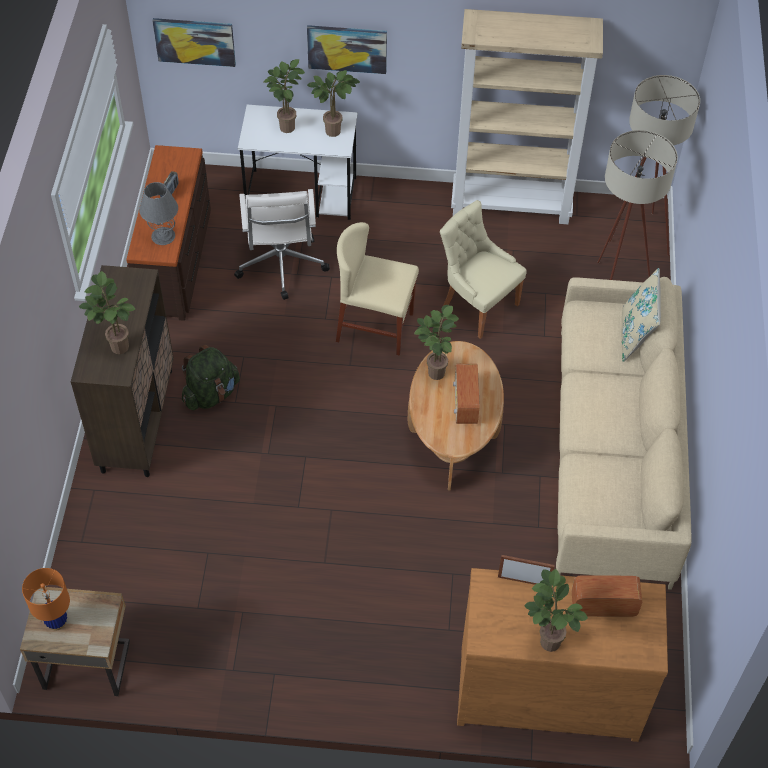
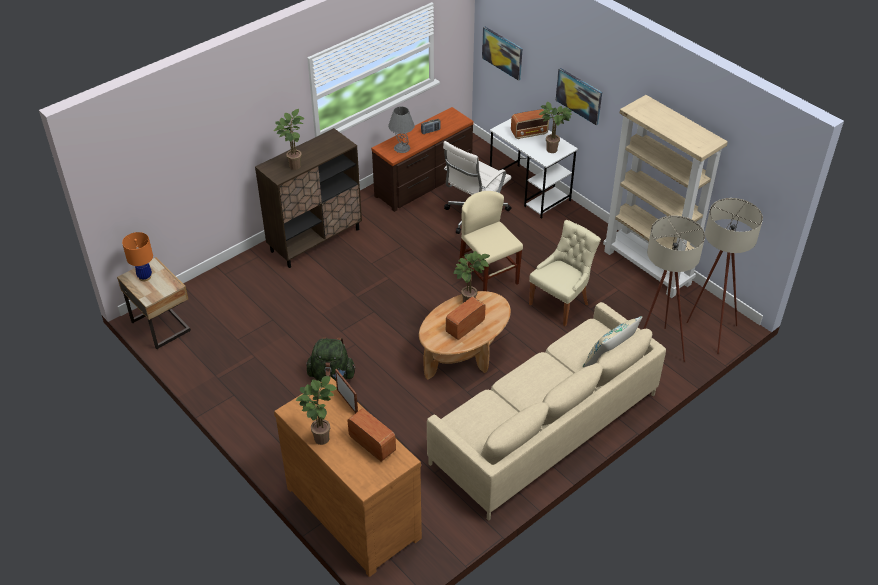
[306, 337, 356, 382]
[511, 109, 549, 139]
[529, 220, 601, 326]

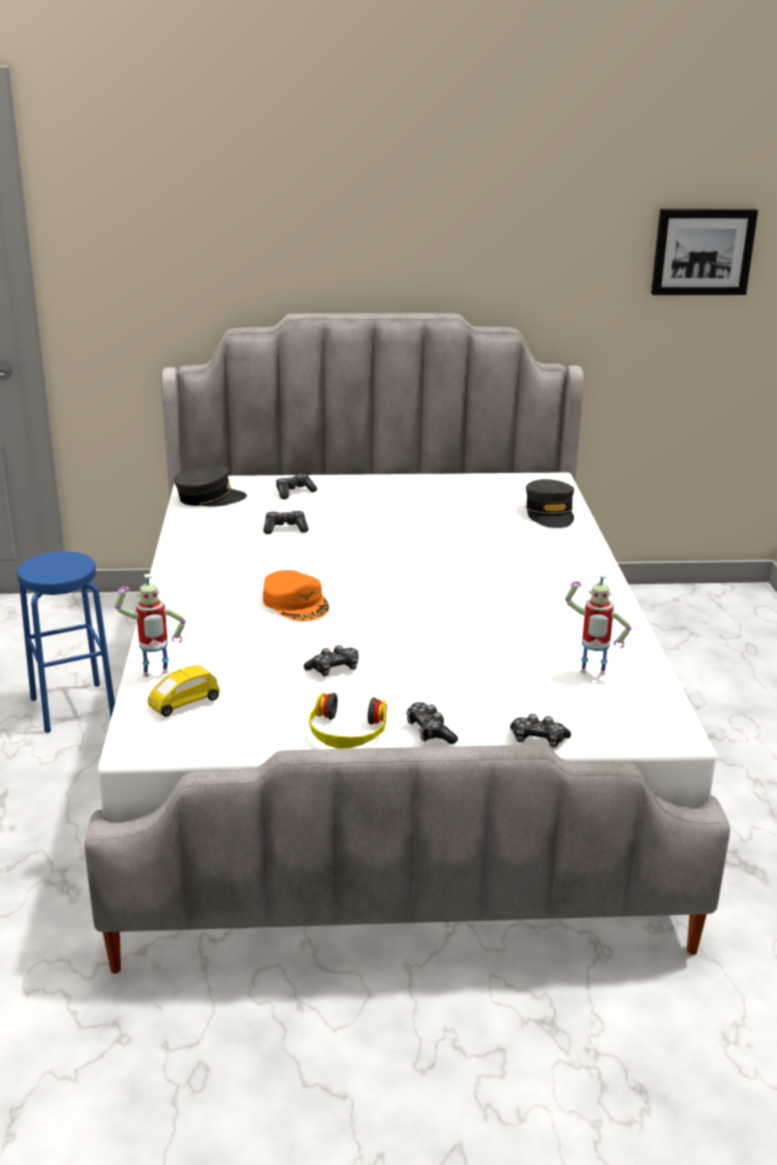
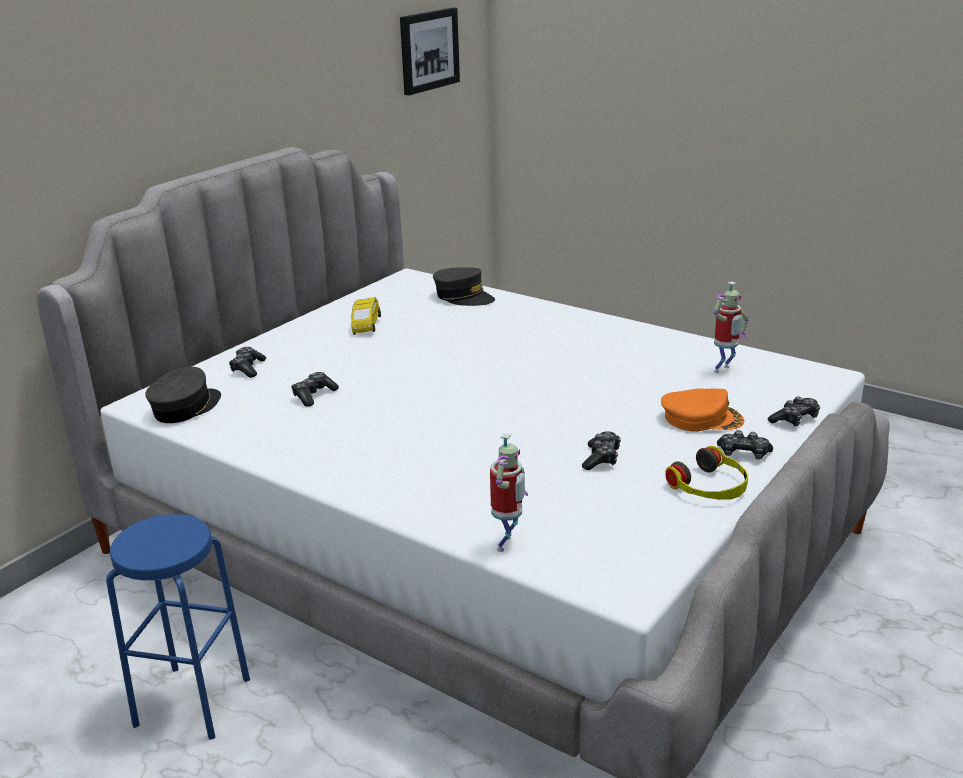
[351, 297, 381, 335]
[661, 388, 744, 432]

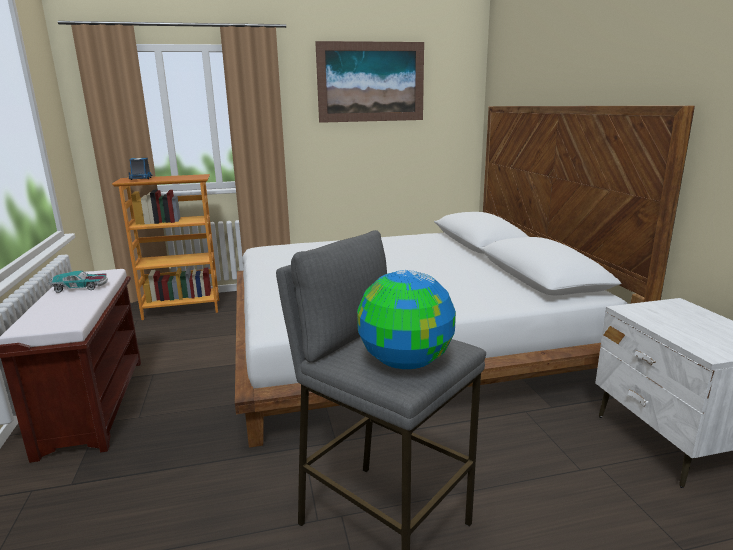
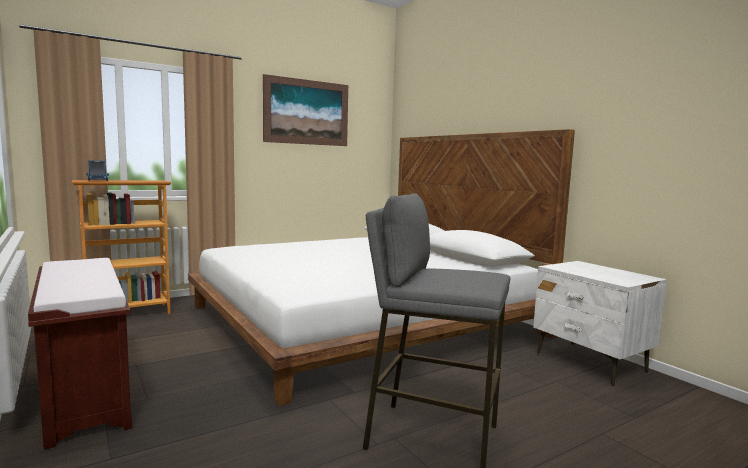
[48, 271, 108, 293] (first image)
[357, 270, 456, 369] (first image)

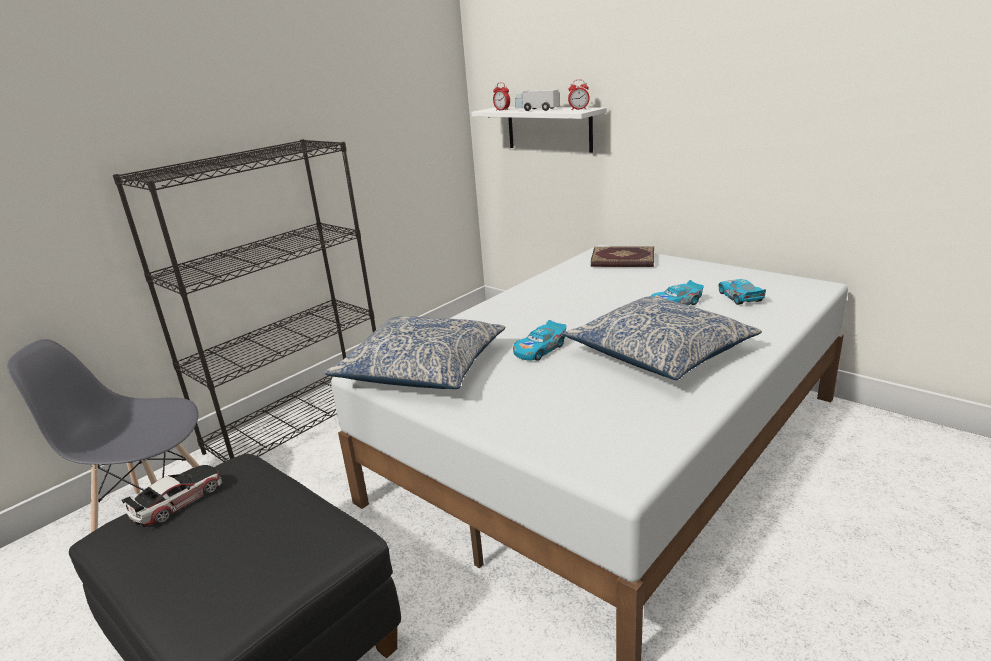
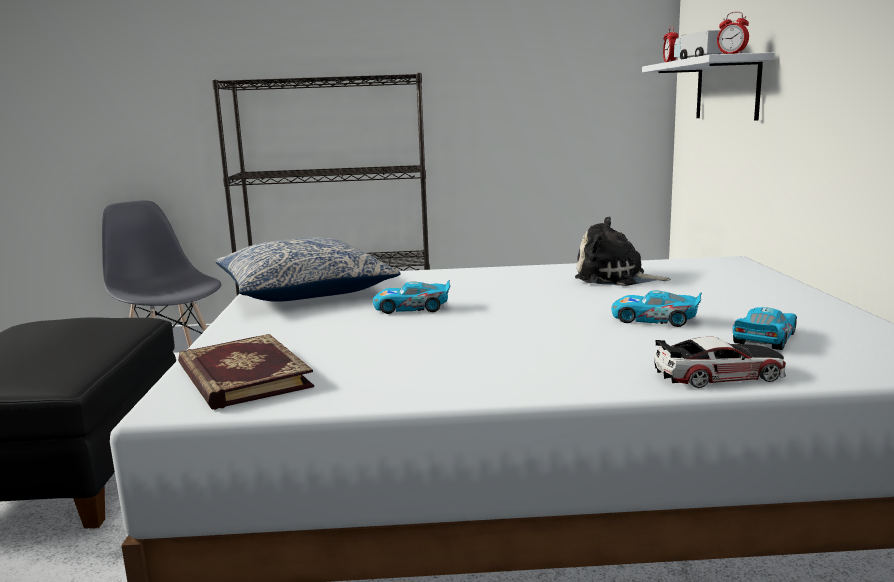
[654, 337, 786, 388]
[564, 296, 762, 380] (first image)
[178, 334, 314, 410]
[575, 217, 671, 286]

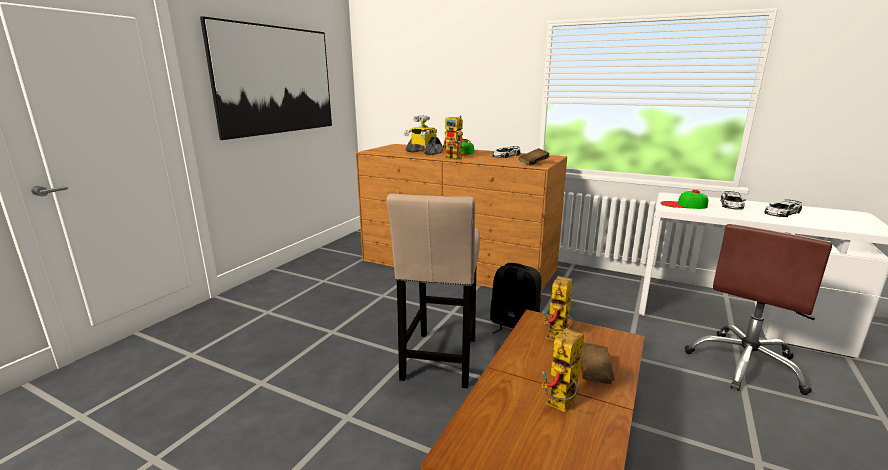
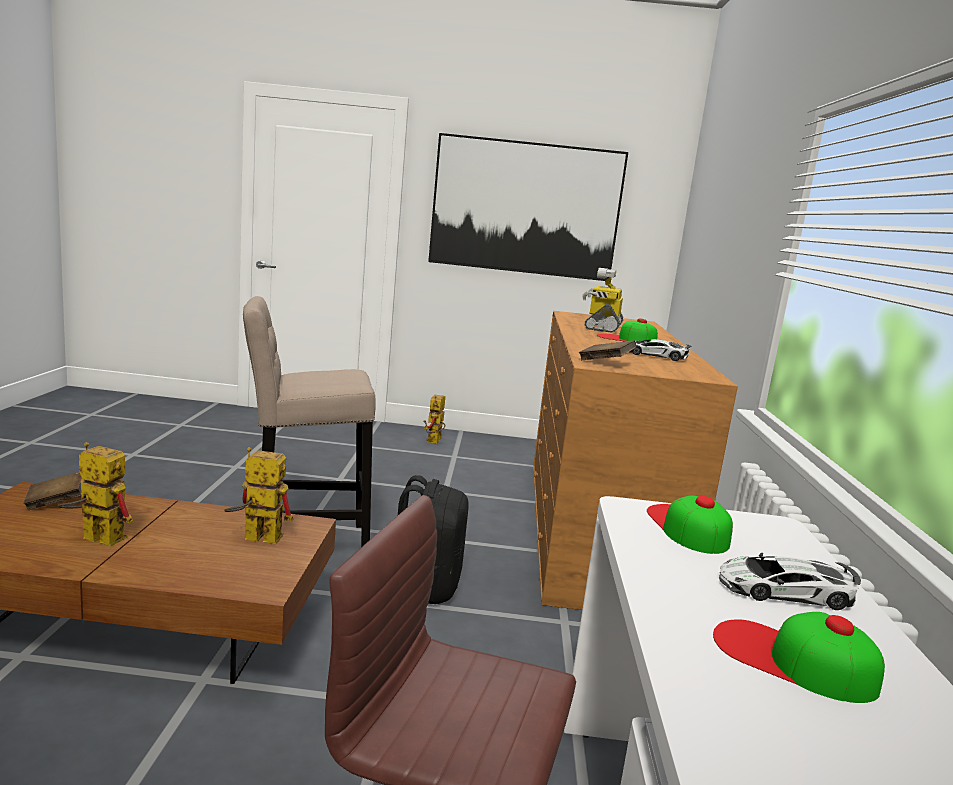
[424, 395, 445, 443]
[23, 472, 82, 510]
[713, 612, 885, 703]

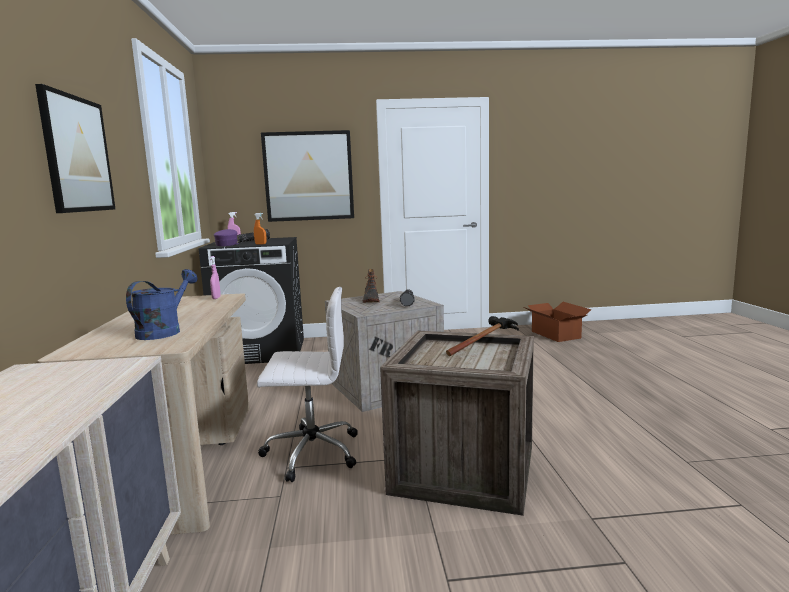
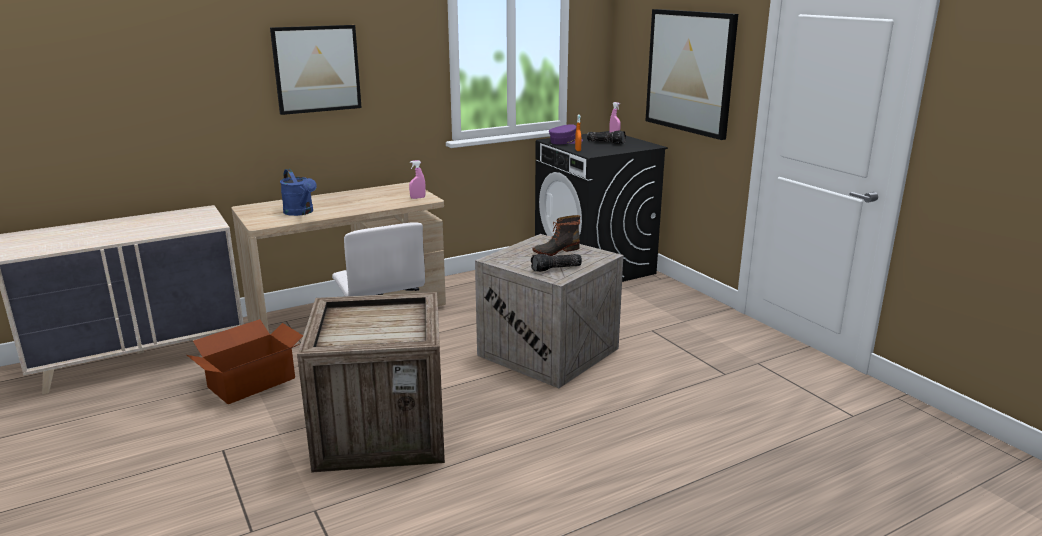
[280, 169, 317, 216]
[446, 316, 519, 356] (first image)
[187, 319, 303, 404]

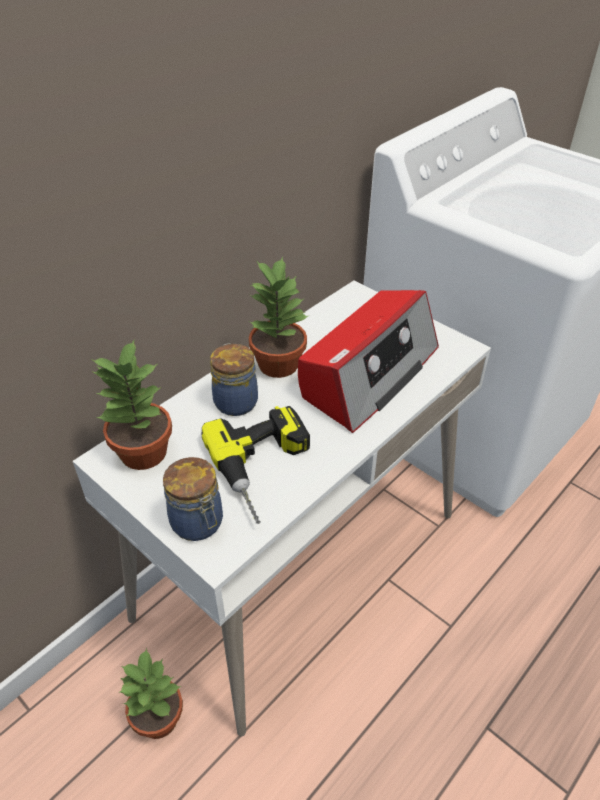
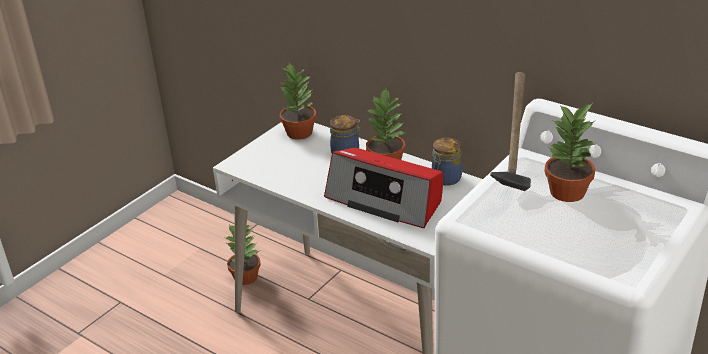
[432, 138, 462, 186]
[202, 406, 310, 524] (first image)
[490, 72, 531, 191]
[544, 104, 595, 202]

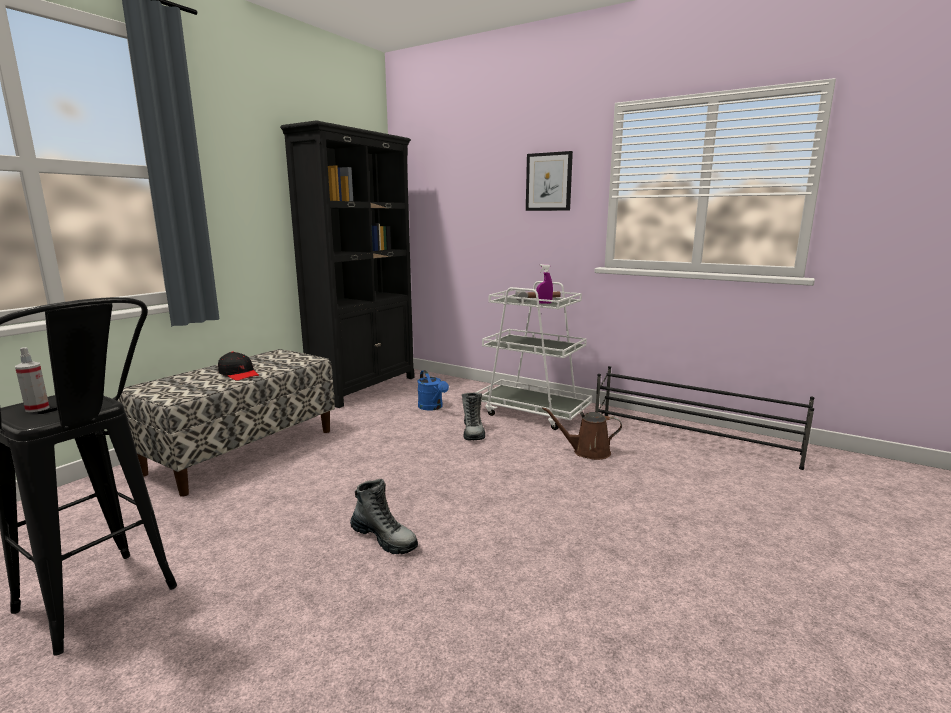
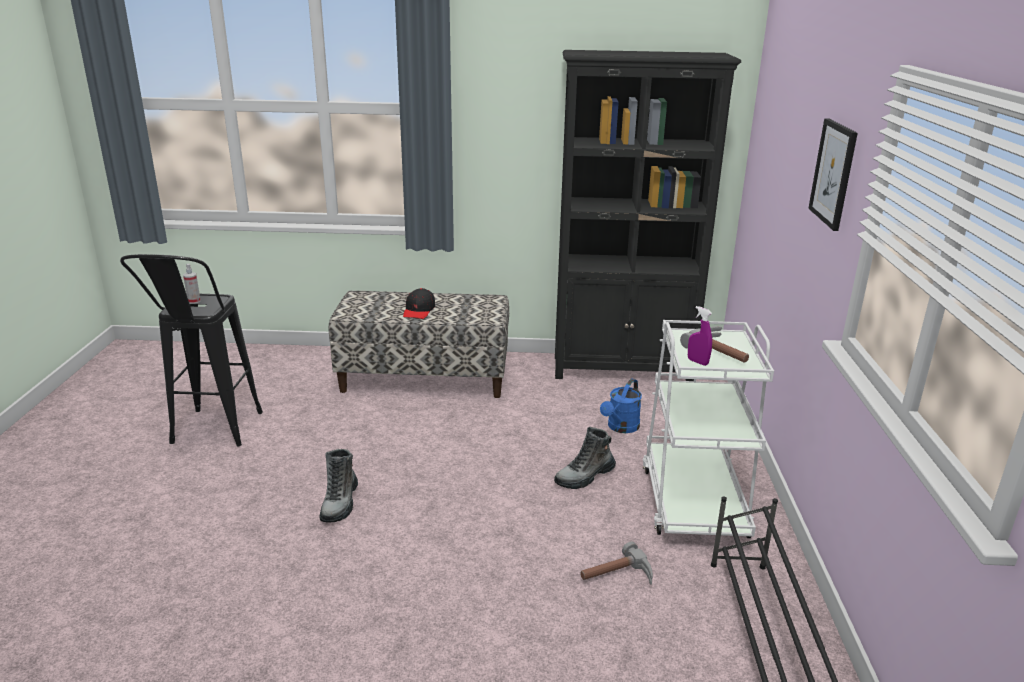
[580, 542, 653, 585]

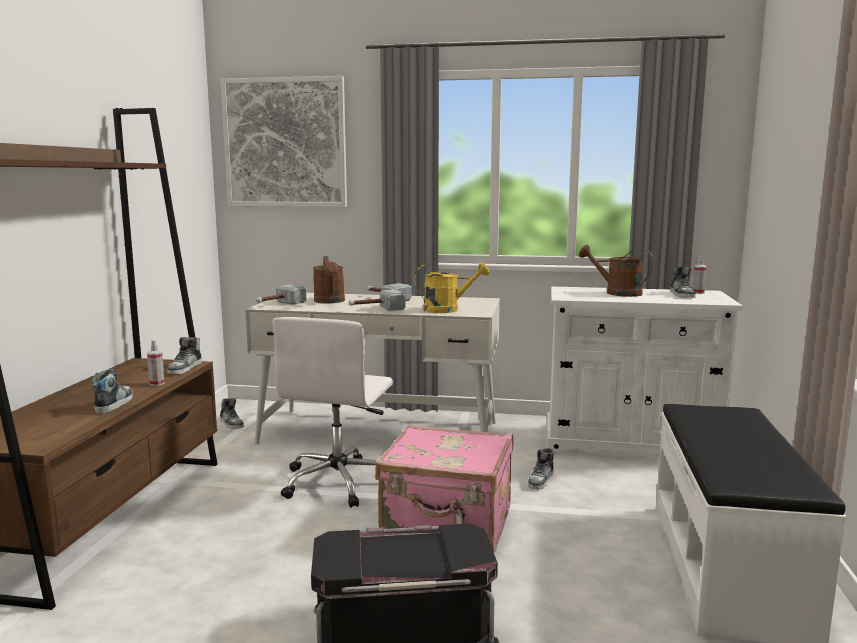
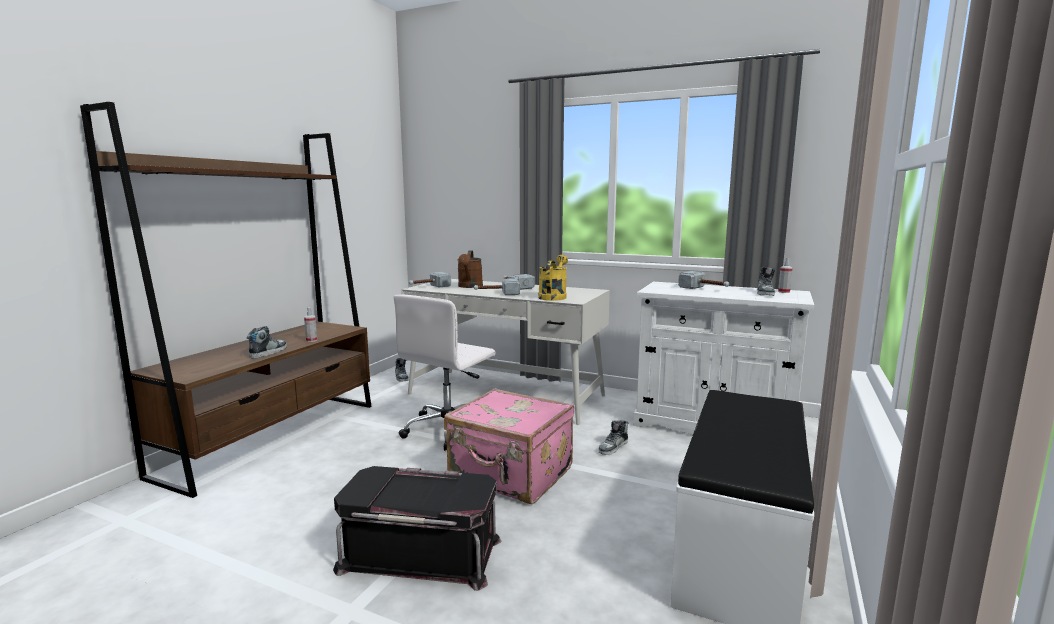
[167, 337, 202, 374] (first image)
[221, 76, 347, 207] (first image)
[538, 255, 568, 301]
[678, 271, 729, 289]

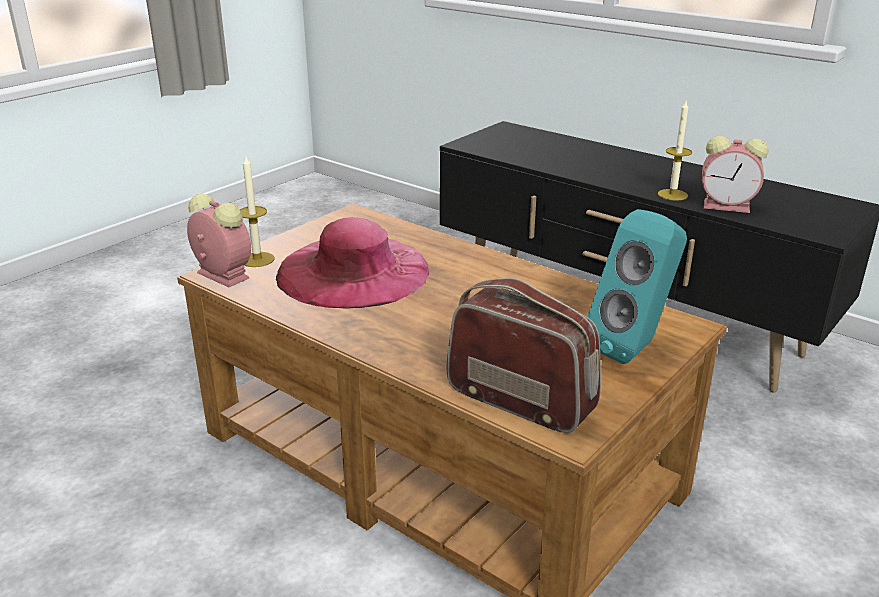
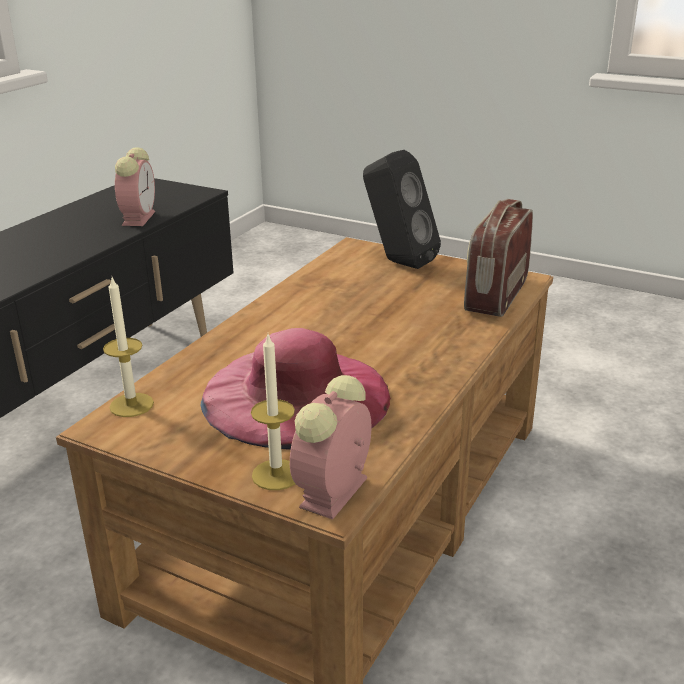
[363, 150, 441, 269]
[103, 278, 154, 417]

